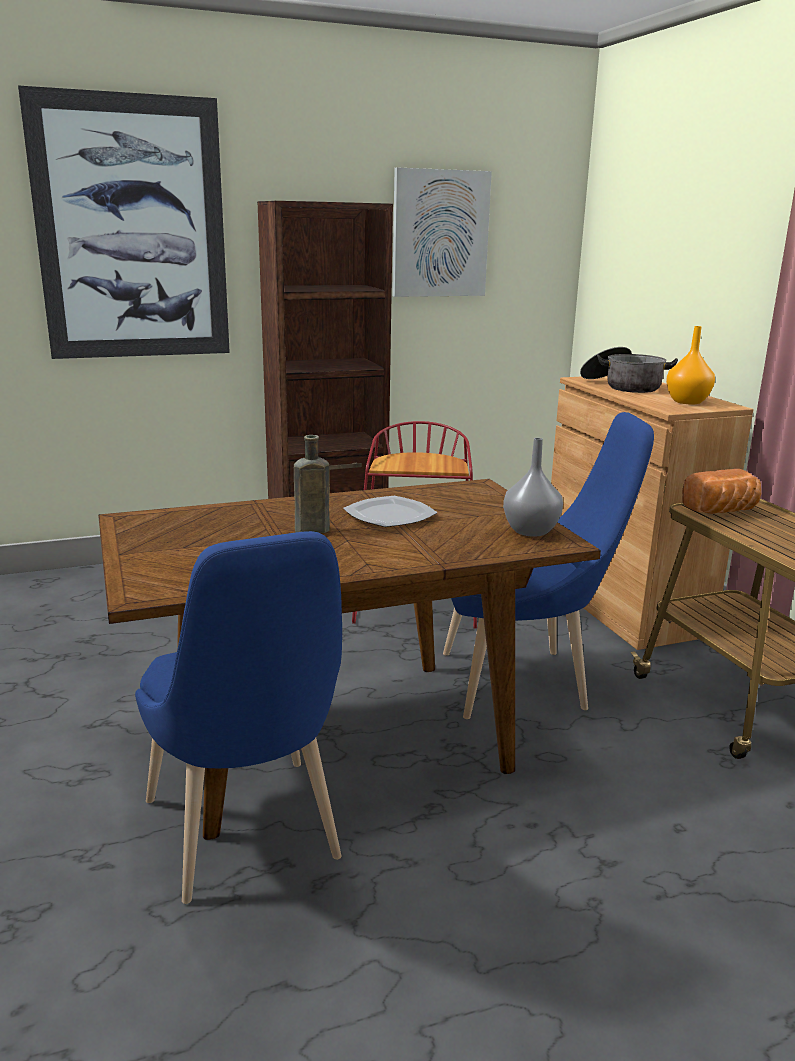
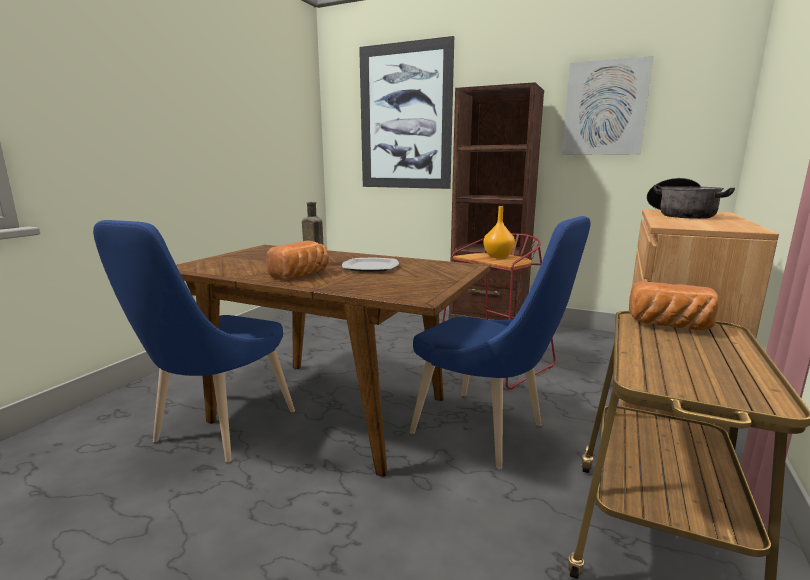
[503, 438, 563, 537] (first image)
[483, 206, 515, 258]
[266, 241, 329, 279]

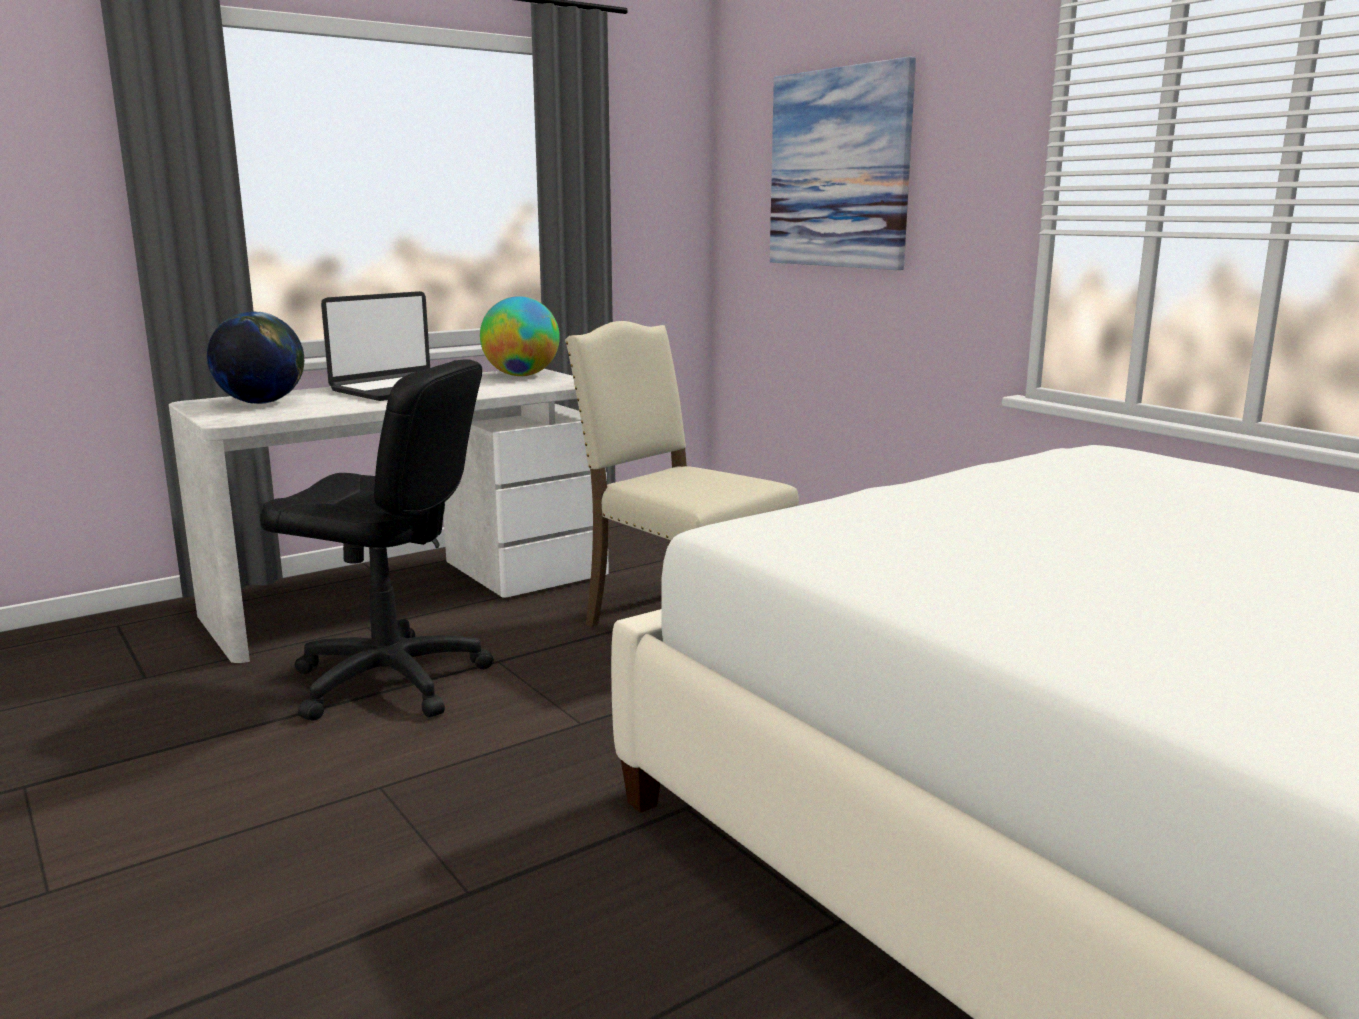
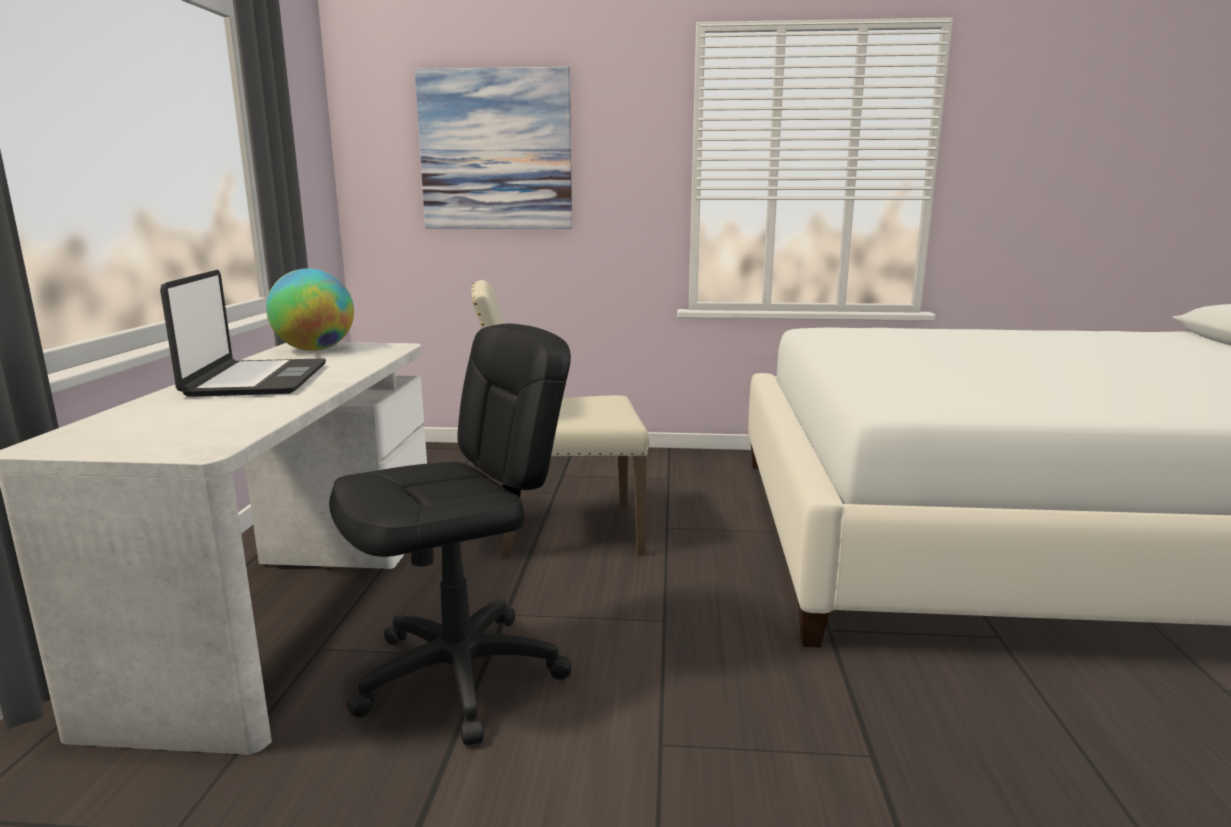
[207, 312, 304, 404] (first image)

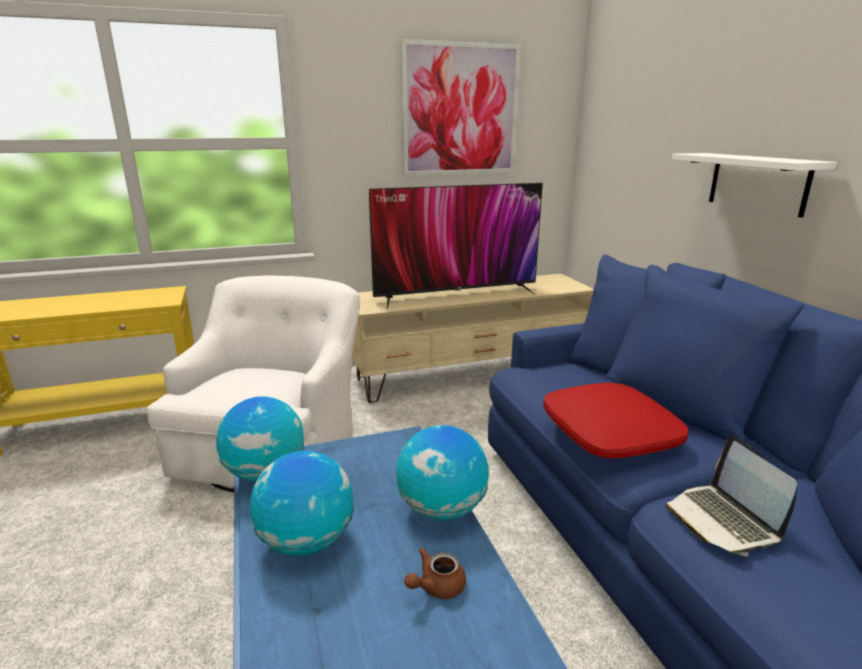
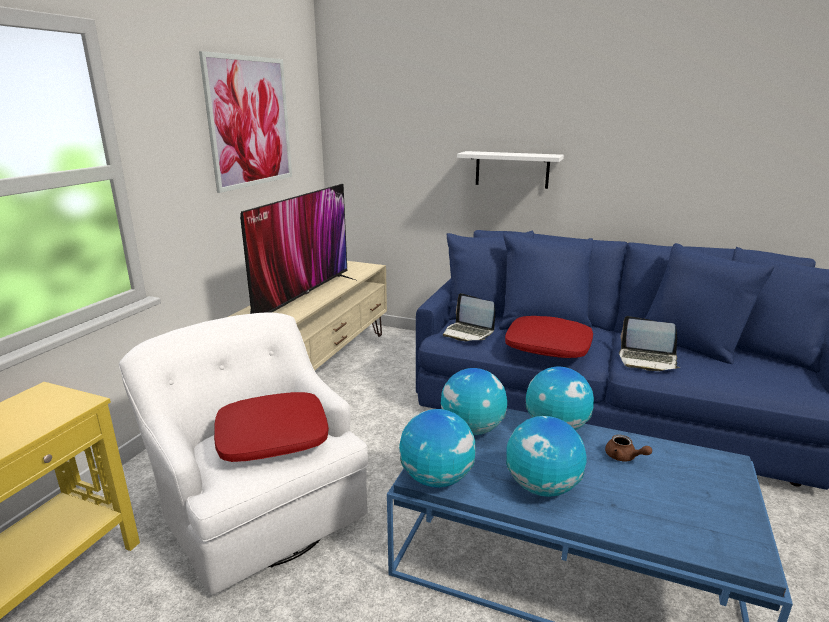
[605, 435, 652, 462]
[214, 392, 329, 462]
[441, 368, 507, 435]
[443, 293, 495, 342]

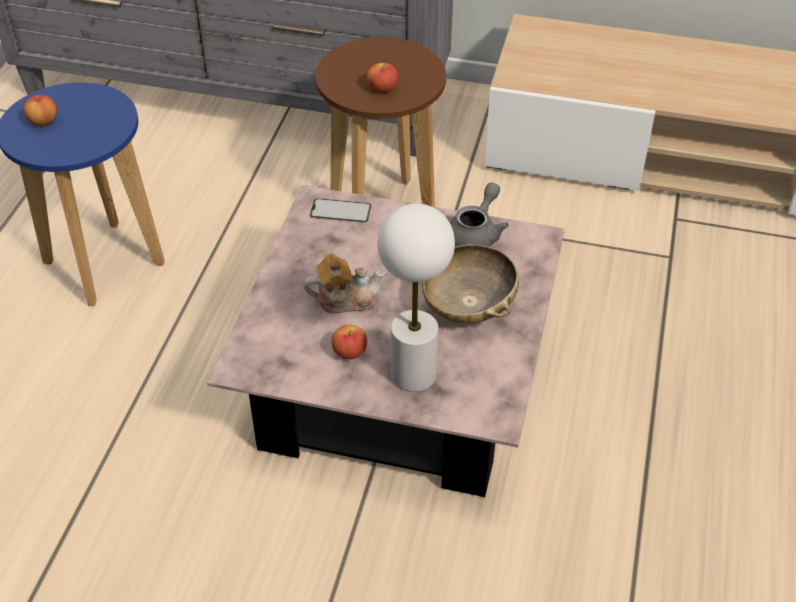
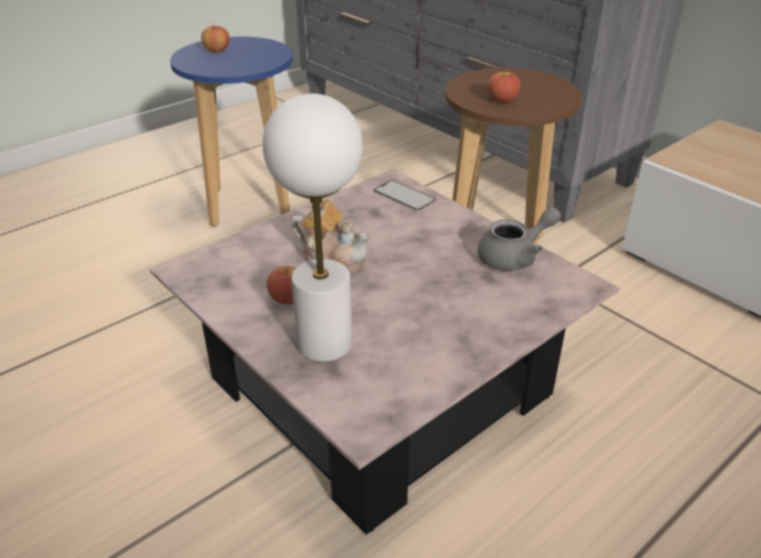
[422, 244, 519, 323] (first image)

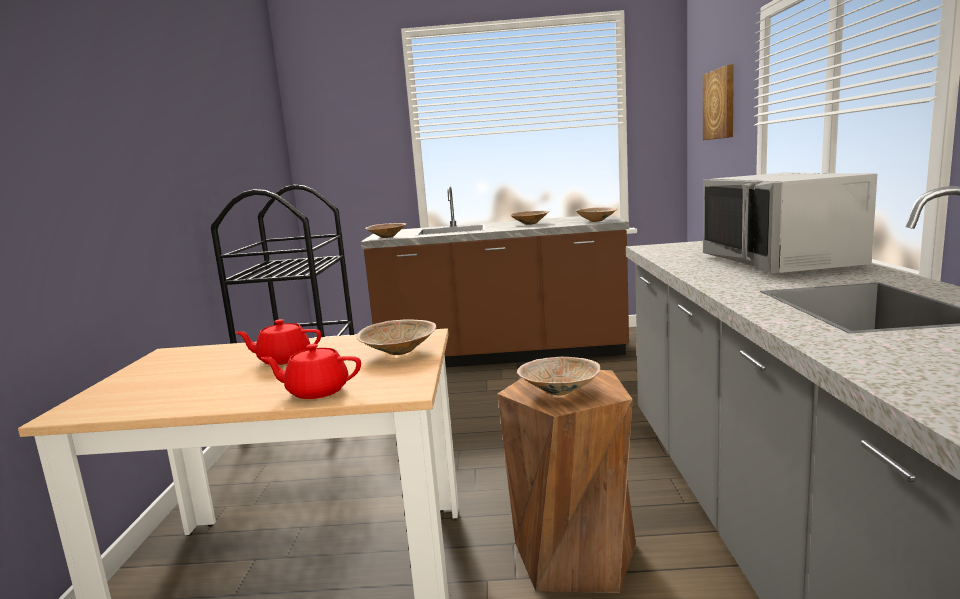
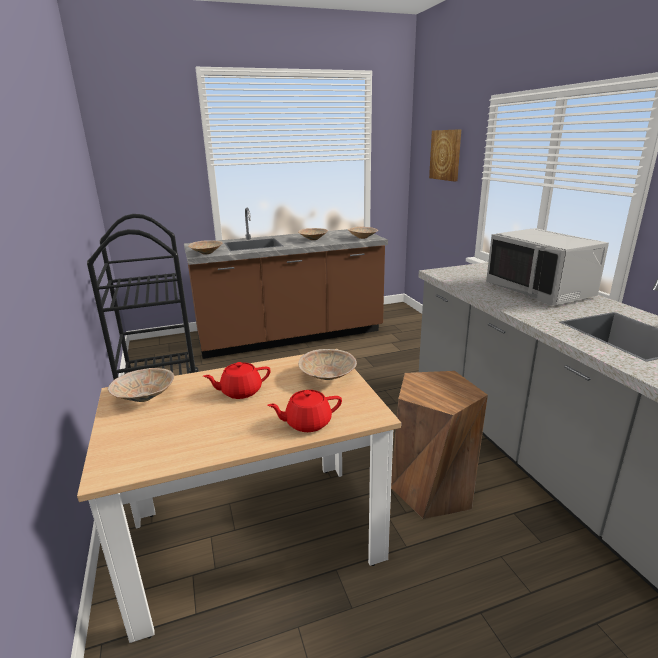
[108, 368, 174, 402]

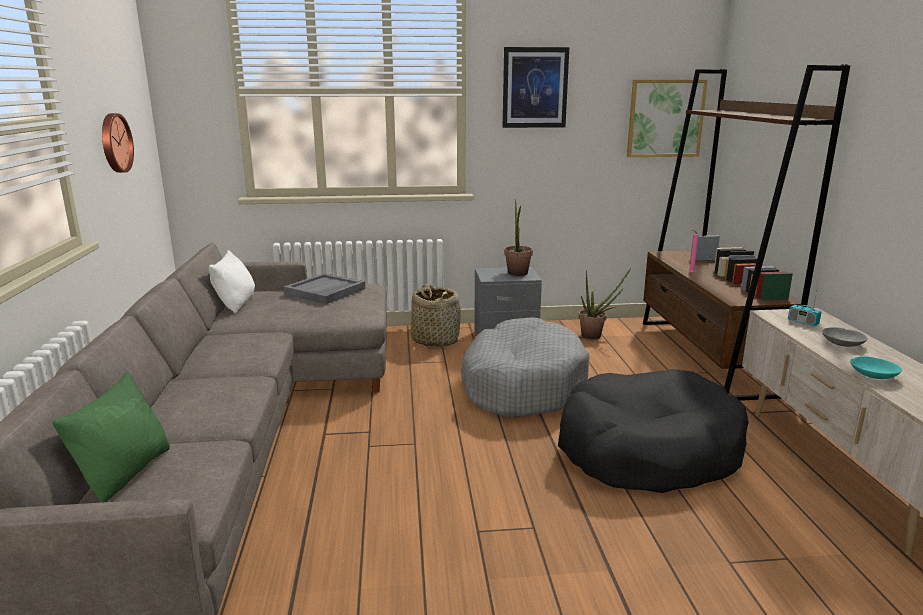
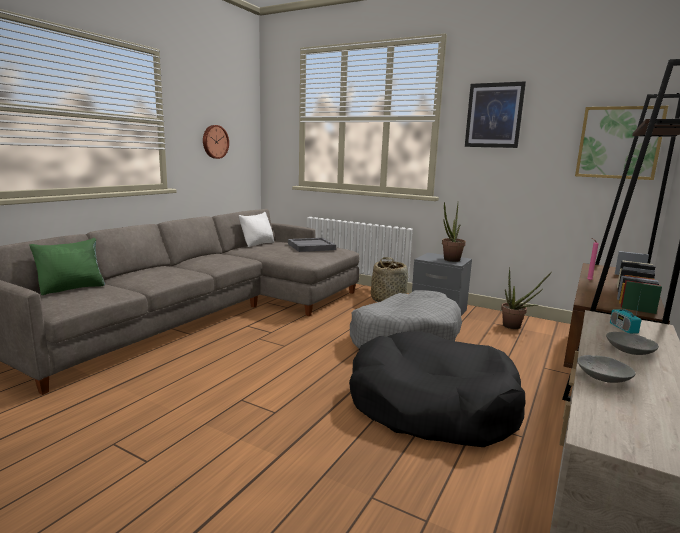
[577, 355, 636, 383]

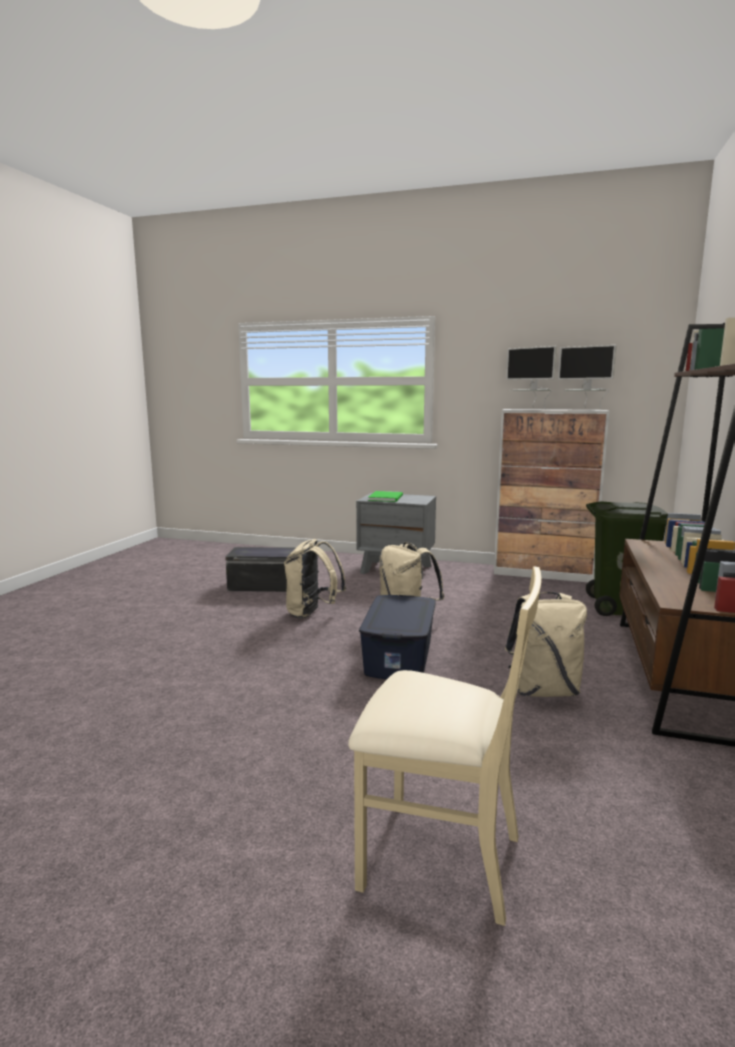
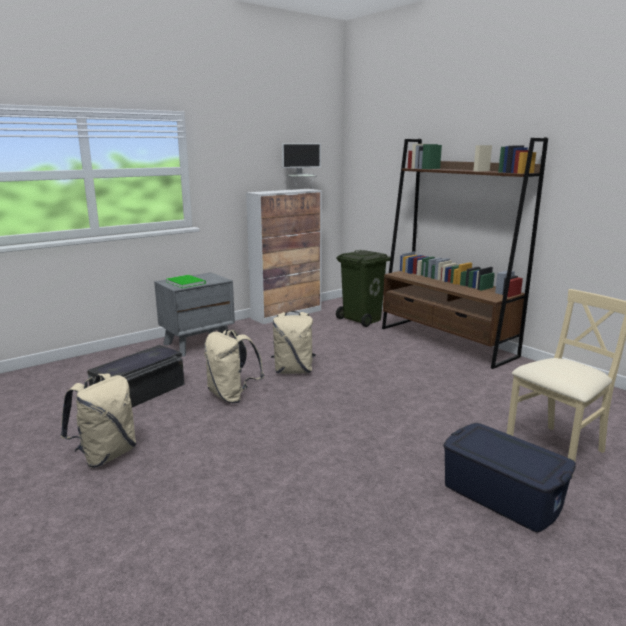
[443, 423, 576, 532]
[61, 373, 136, 468]
[506, 346, 557, 409] (first image)

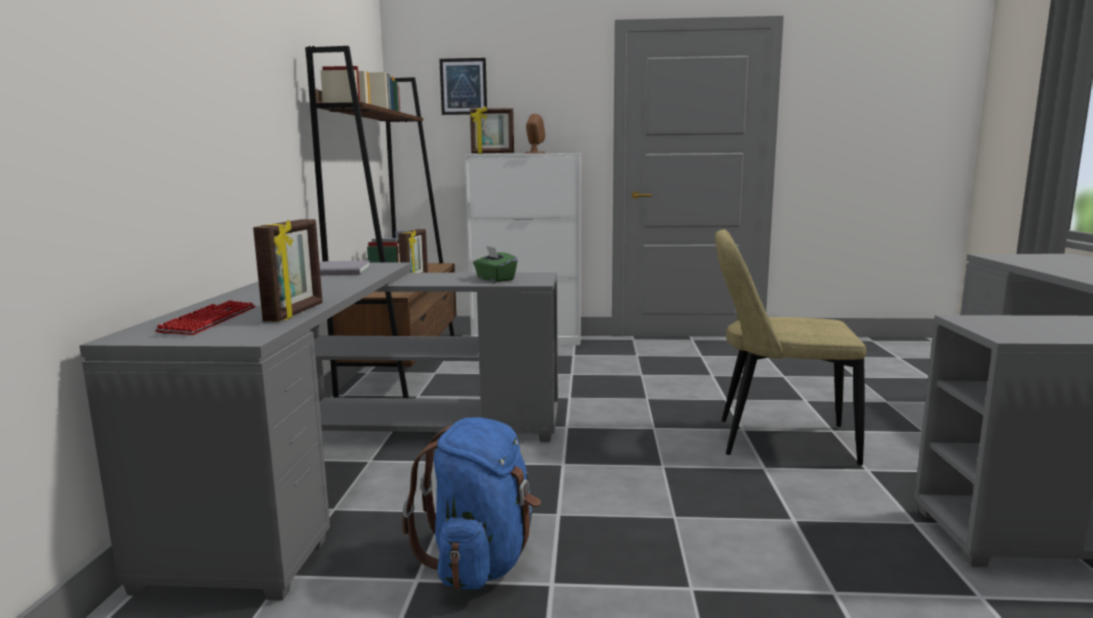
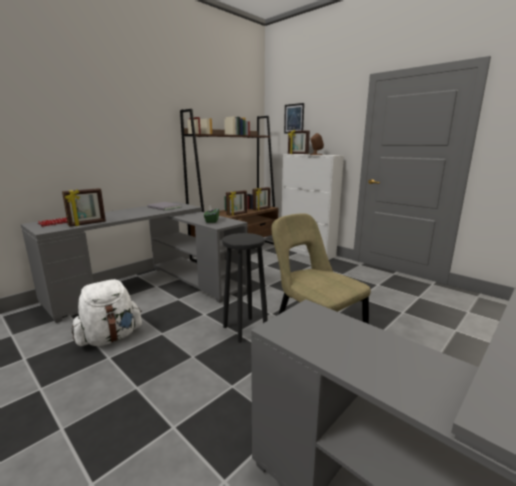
[72, 279, 142, 346]
[222, 233, 268, 343]
[252, 187, 270, 211]

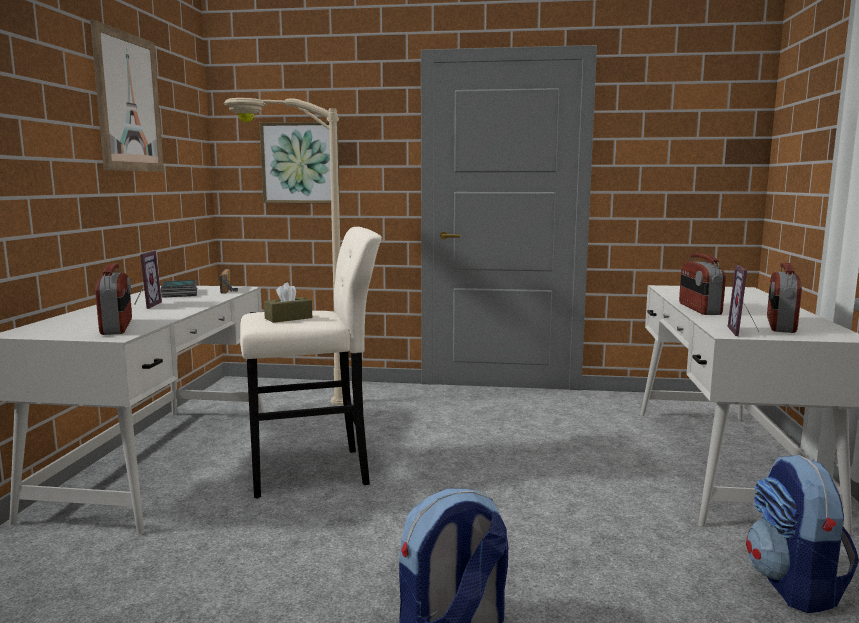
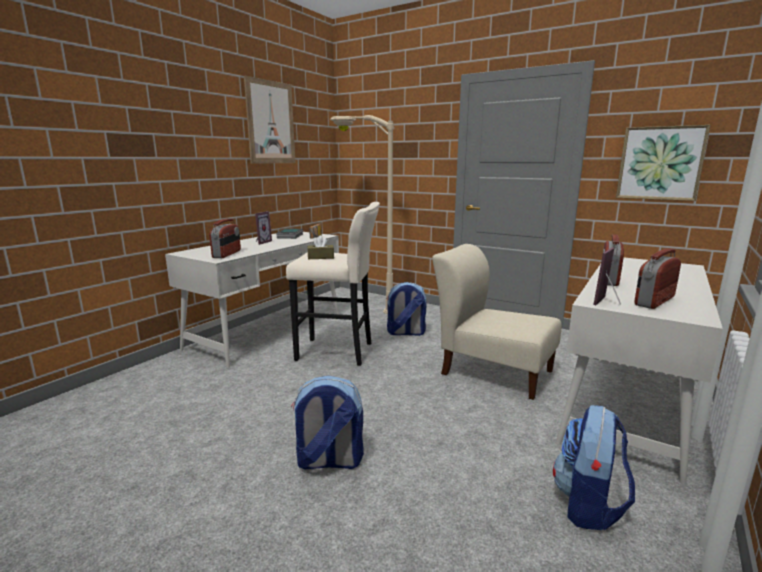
[616, 125, 710, 201]
[387, 282, 426, 336]
[432, 244, 561, 400]

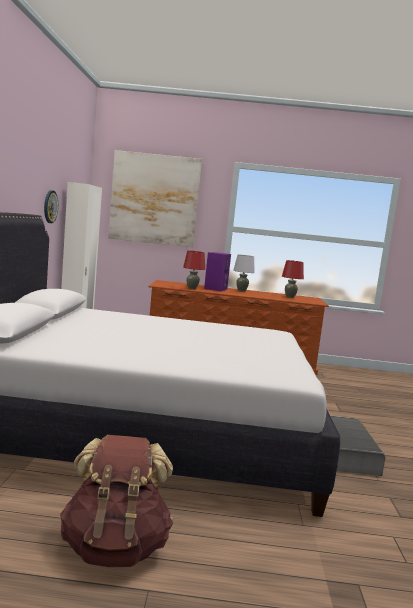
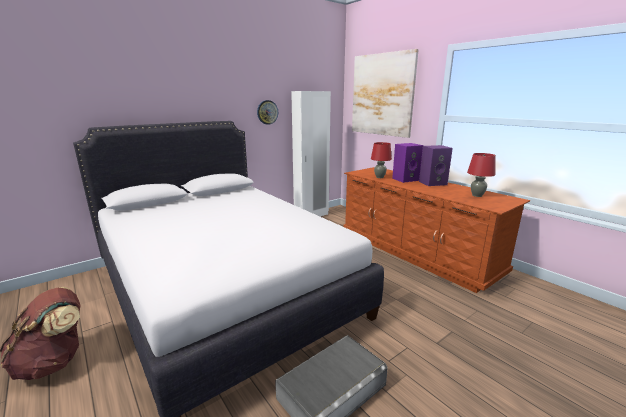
[419, 145, 453, 186]

